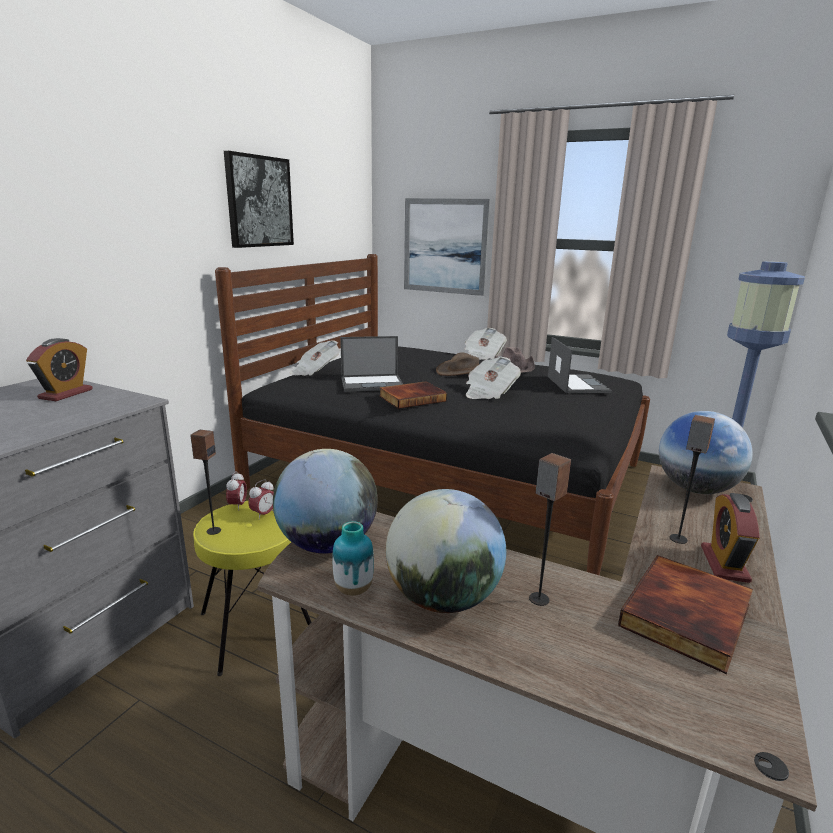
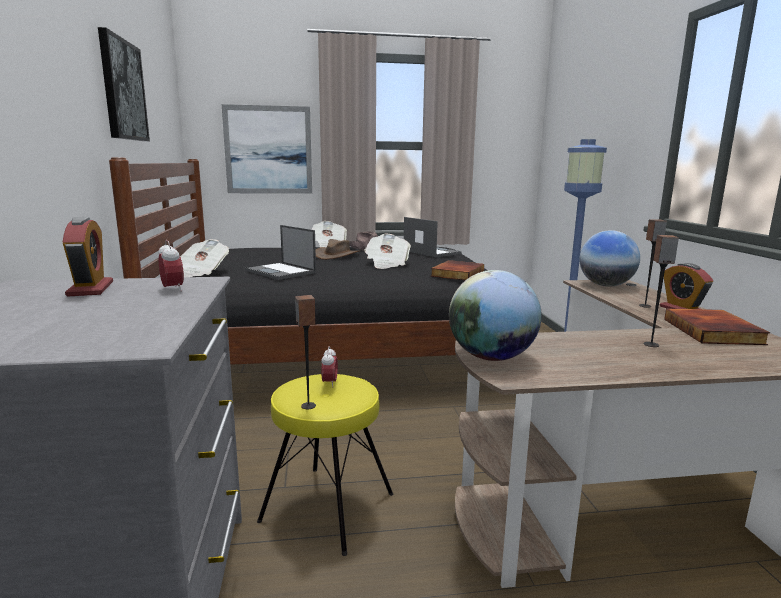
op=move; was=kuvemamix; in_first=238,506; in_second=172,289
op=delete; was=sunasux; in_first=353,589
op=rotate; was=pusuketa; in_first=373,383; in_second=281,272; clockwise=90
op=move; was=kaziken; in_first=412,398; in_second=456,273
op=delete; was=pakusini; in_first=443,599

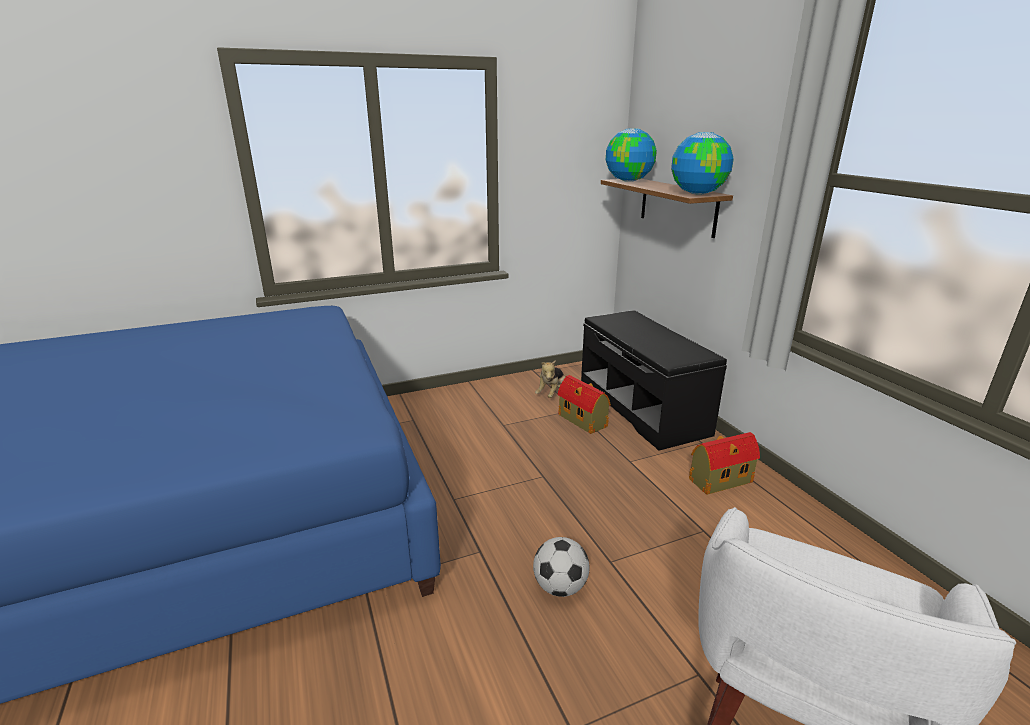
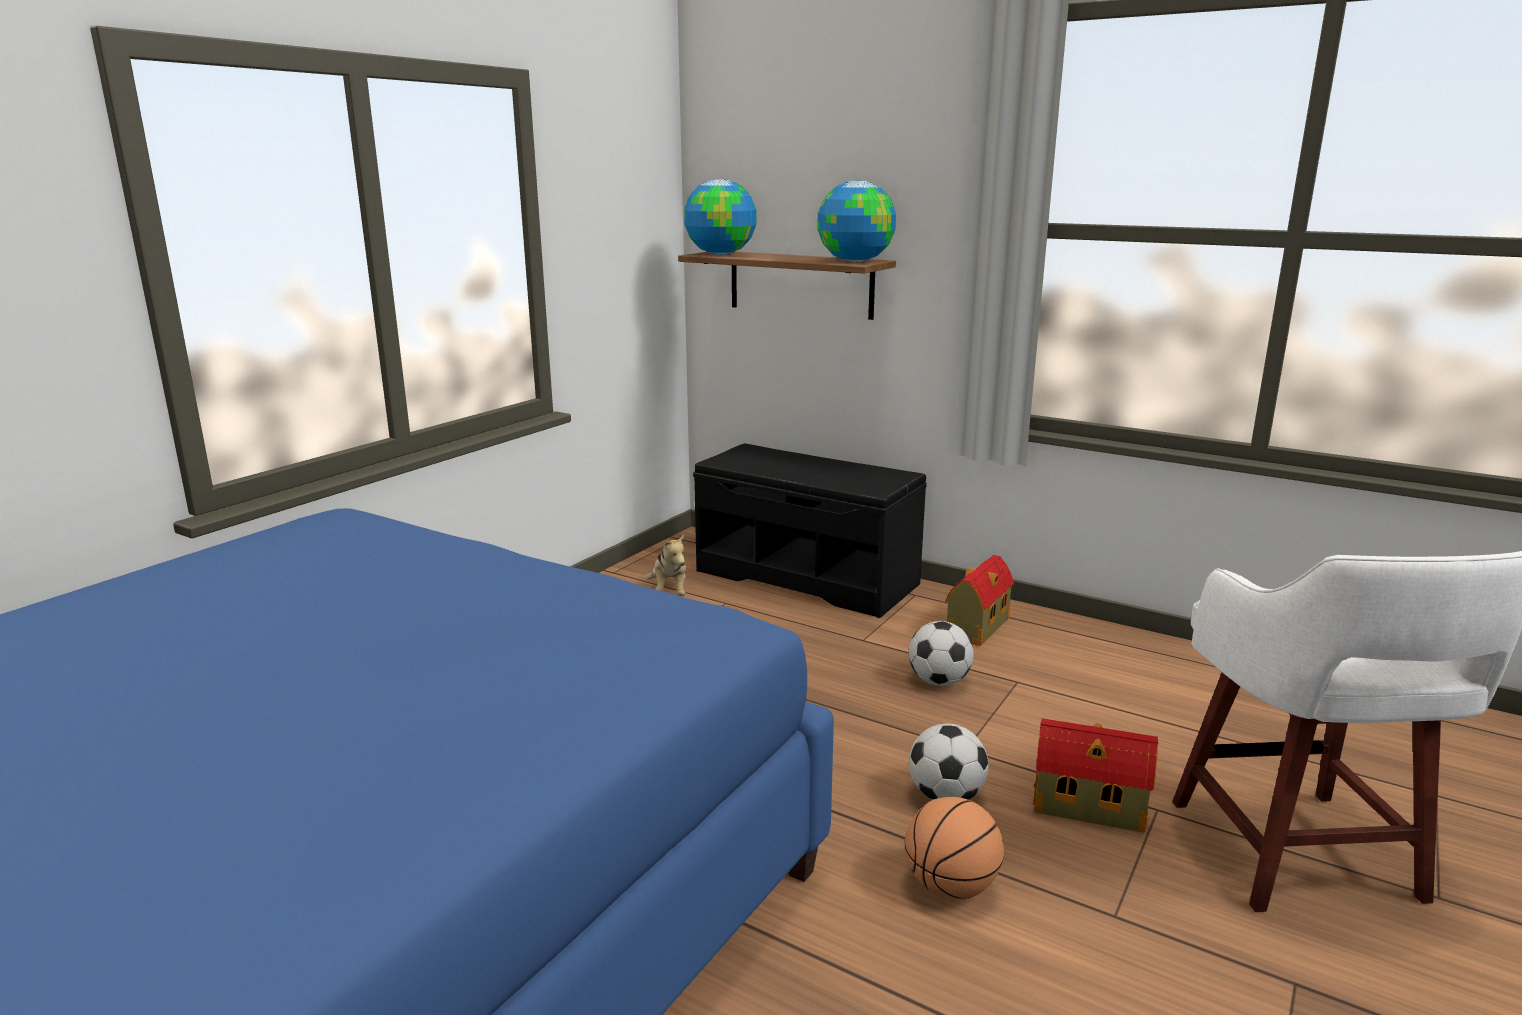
op=move; was=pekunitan; in_first=583,421; in_second=1091,808
op=insert; now=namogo; in_second=950,886
op=insert; now=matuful; in_second=939,681

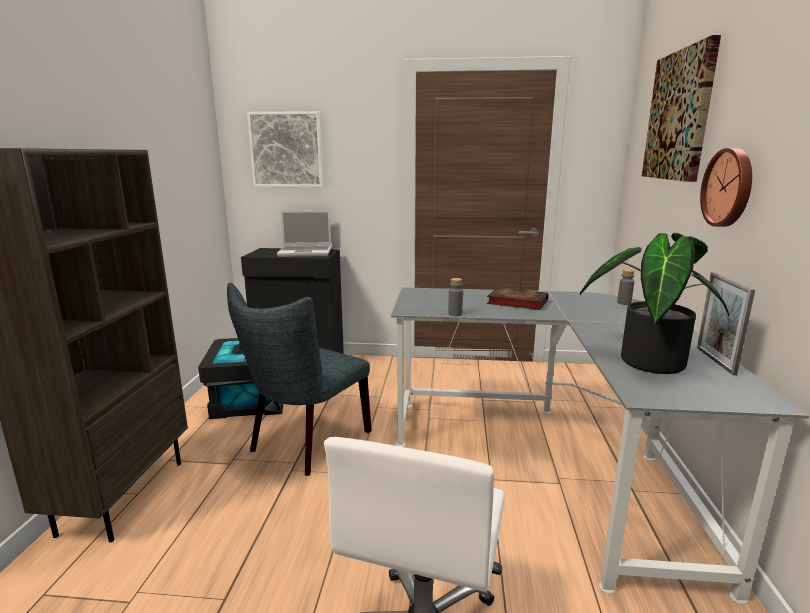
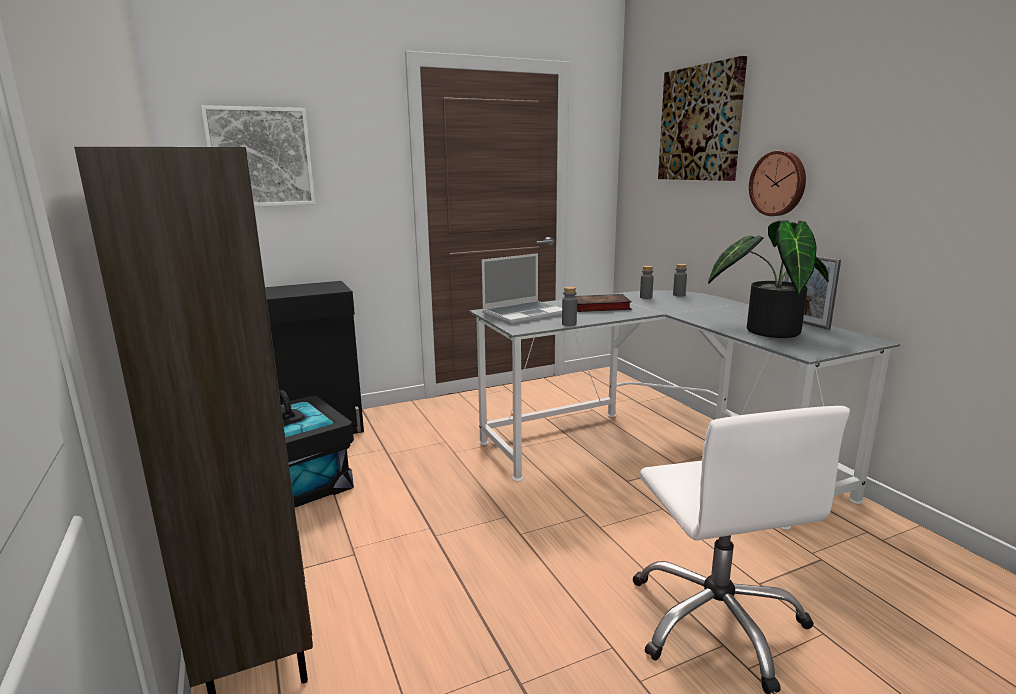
op=delete; was=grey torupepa; in_first=305,443
op=move; was=pusuketa; in_first=306,252; in_second=524,314
op=insert; now=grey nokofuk; in_second=646,297

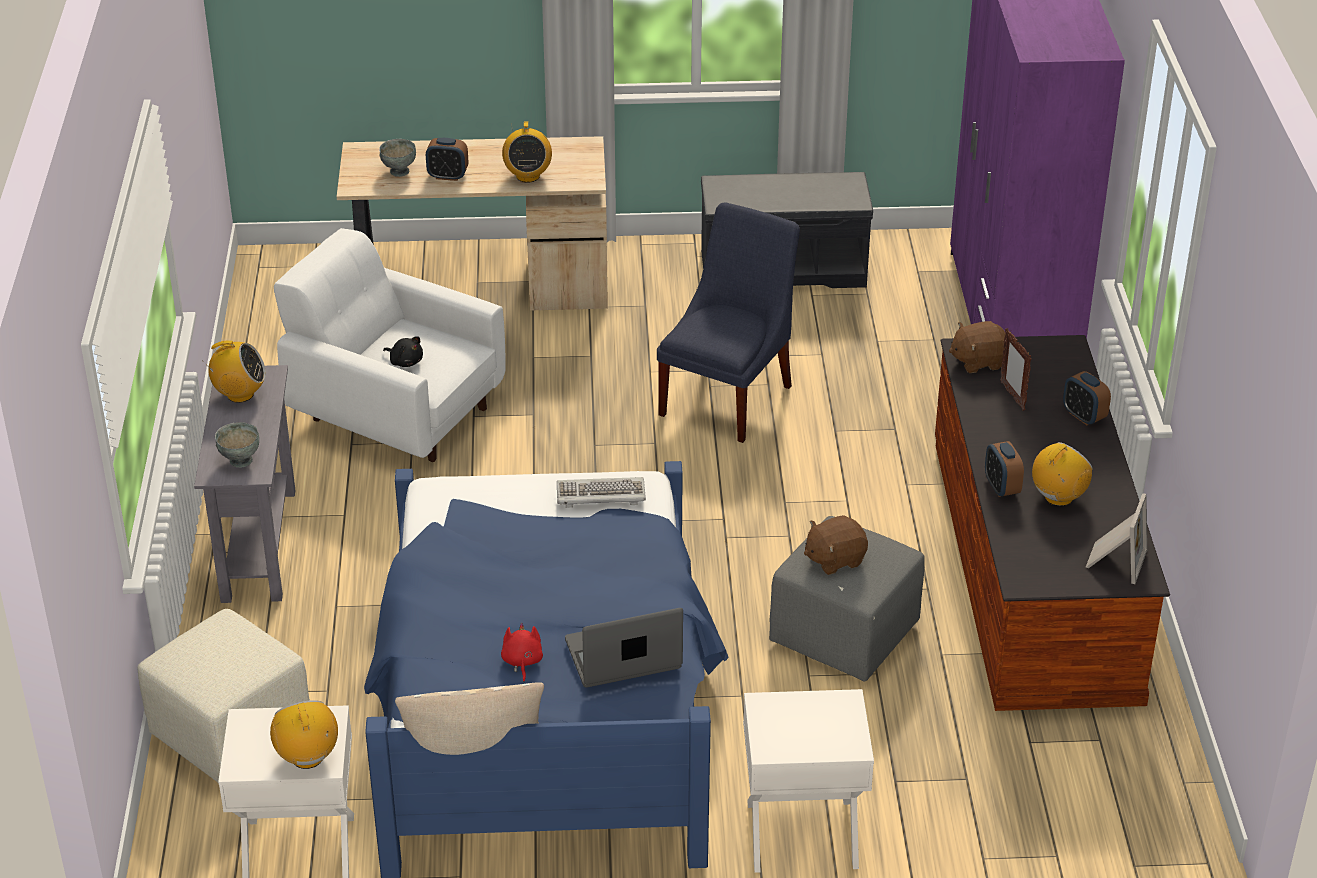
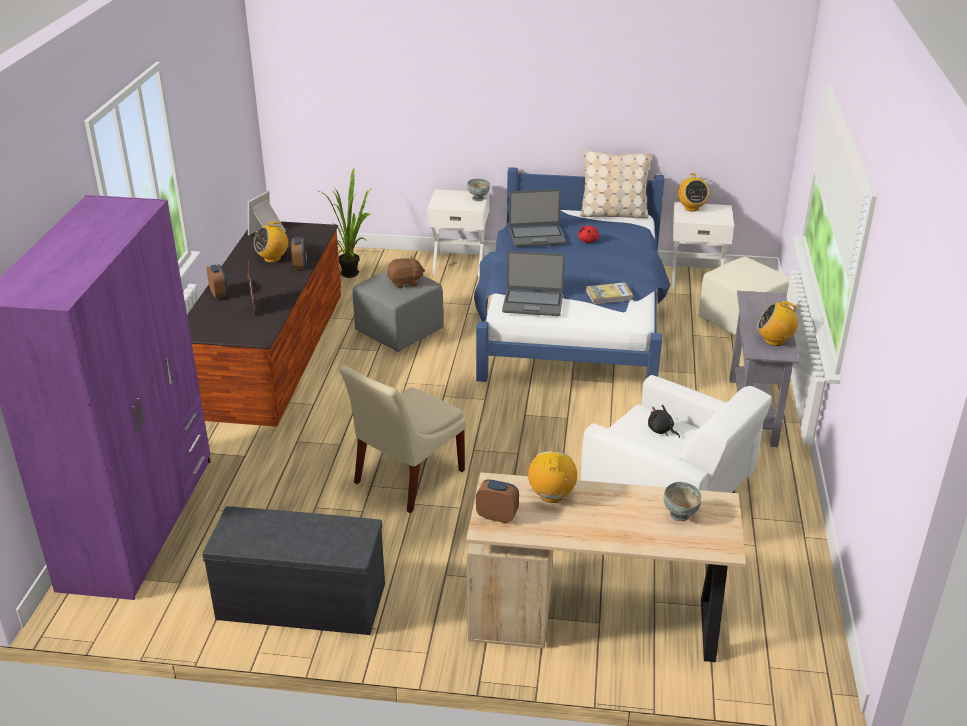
op=move; was=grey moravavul; in_first=240,461; in_second=478,198
op=move; was=kuvemamix; in_first=448,176; in_second=497,516
op=replace; was=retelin; now=pusuketa; in_first=600,495; in_second=533,303
op=recolor; was=blue torupepa; now=beige torupepa; in_first=729,397; in_second=405,478
op=delete; was=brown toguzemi; in_first=978,361
op=insert; now=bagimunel; in_second=353,272
op=insert; now=kaziken; in_second=609,295

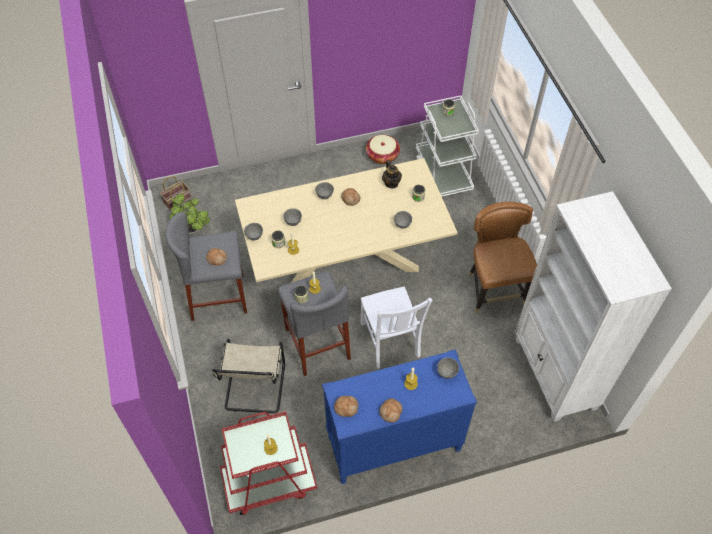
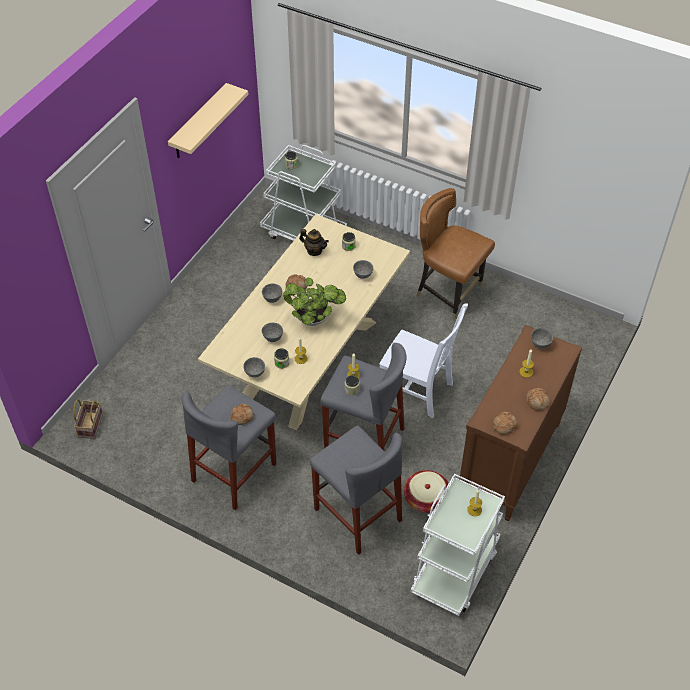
op=move; was=bagimunel; in_first=193,230; in_second=315,319
op=replace; was=beige torupepa; now=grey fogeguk; in_first=254,389; in_second=357,514
op=recolor; was=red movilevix; now=white movilevix; in_first=268,482; in_second=454,570
op=recolor; was=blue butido; now=brown butido; in_first=393,444; in_second=510,461
op=move; was=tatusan; in_first=382,155; in_second=426,498
op=delete; was=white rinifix; in_first=554,374
op=insert; now=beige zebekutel; in_second=199,122

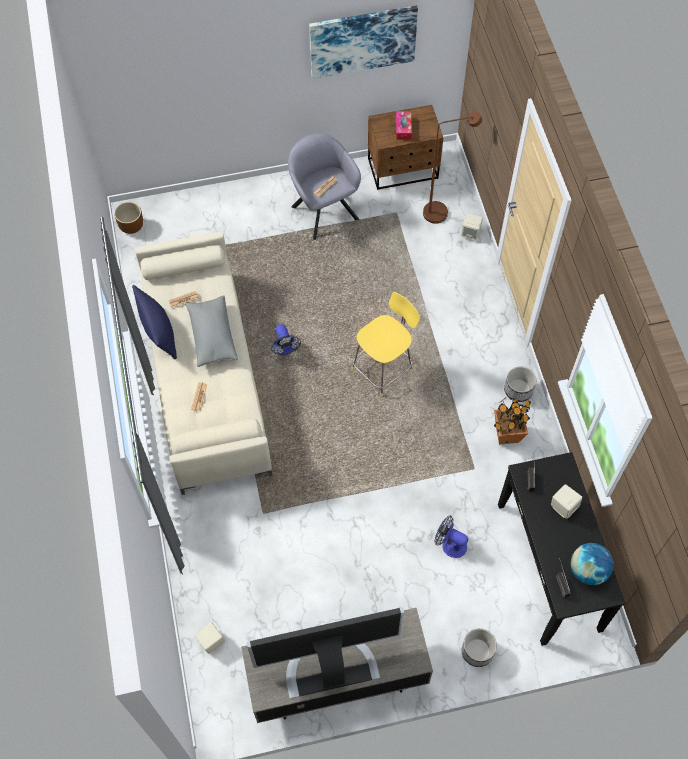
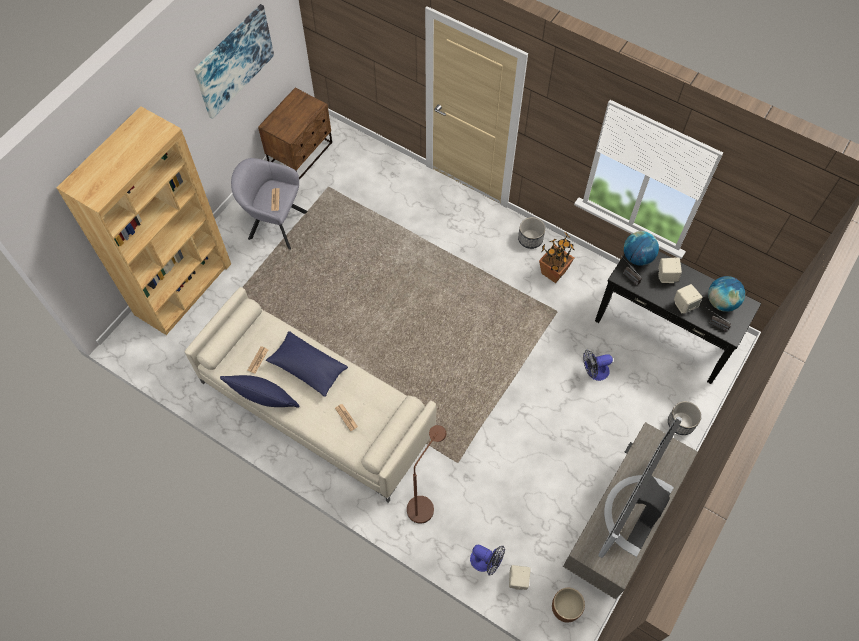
op=move; was=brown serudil; in_first=131,226; in_second=565,608
op=recolor; was=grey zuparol; now=blue zuparol; in_first=212,336; in_second=308,368
op=move; was=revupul; in_first=285,350; in_second=486,562
op=delete; was=yellow fogeguk; in_first=383,368
op=delete; was=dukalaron; in_first=403,128
op=move; was=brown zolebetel; in_first=442,212; in_second=424,503
op=move; was=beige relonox; in_first=471,233; in_second=684,305
op=insert; now=brown rinifix; in_second=183,288
op=insert; now=pakusini; in_second=637,257

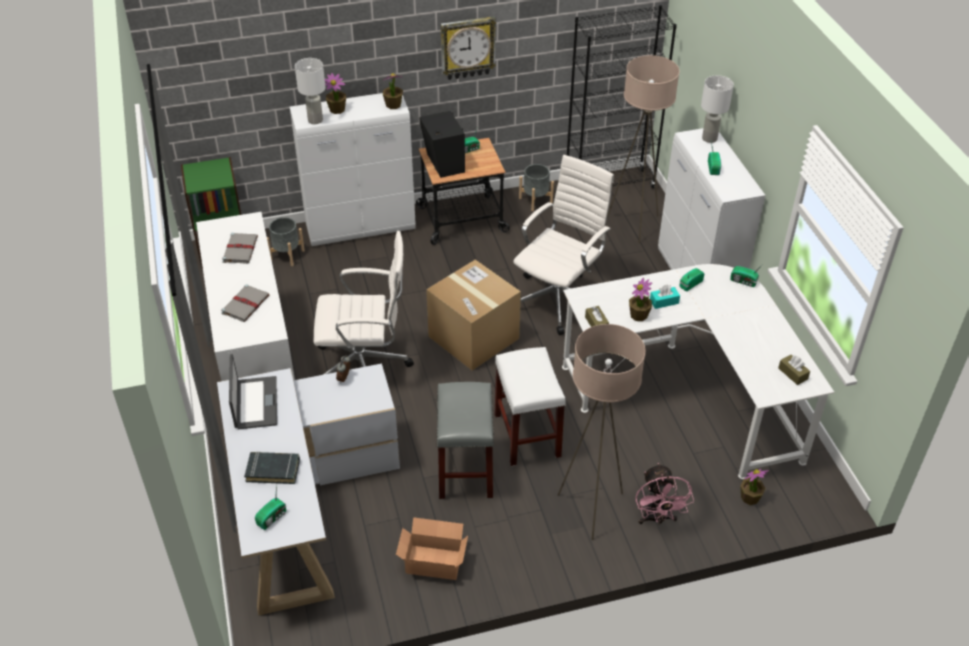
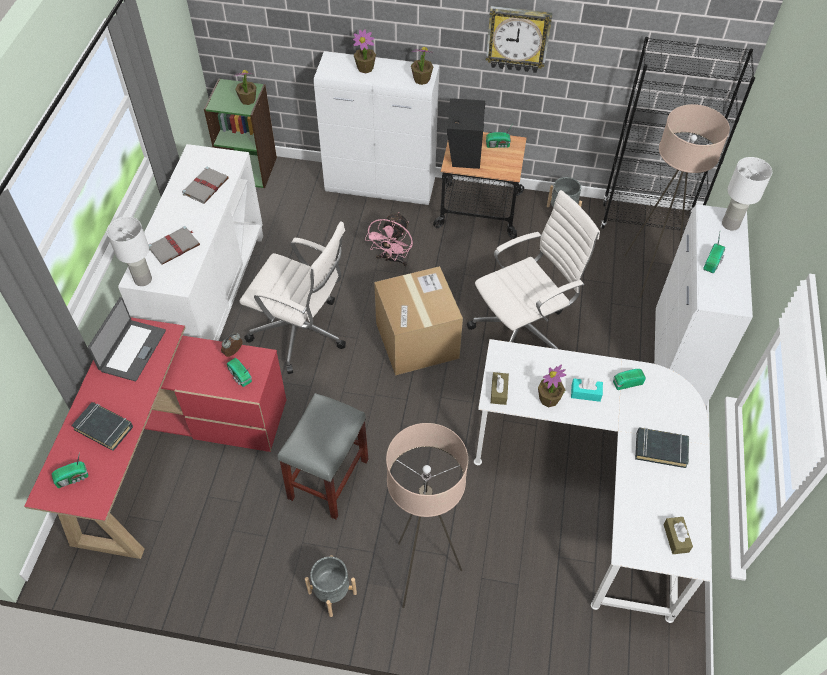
op=recolor; was=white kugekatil; now=red kugekatil; in_first=303,505; in_second=168,452
op=move; was=grey serudil; in_first=287,255; in_second=332,593
op=move; was=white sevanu; in_first=315,120; in_second=143,280
op=delete; was=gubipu; in_first=433,560
op=delete; was=white fogeguk; in_first=526,435
op=move; was=pink revupul; in_first=657,519; in_second=392,259
op=move; was=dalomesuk; in_first=744,282; in_second=240,377
op=move; was=bagimunel; in_first=750,498; in_second=247,100
op=insert; now=black kaziken; in_second=661,449

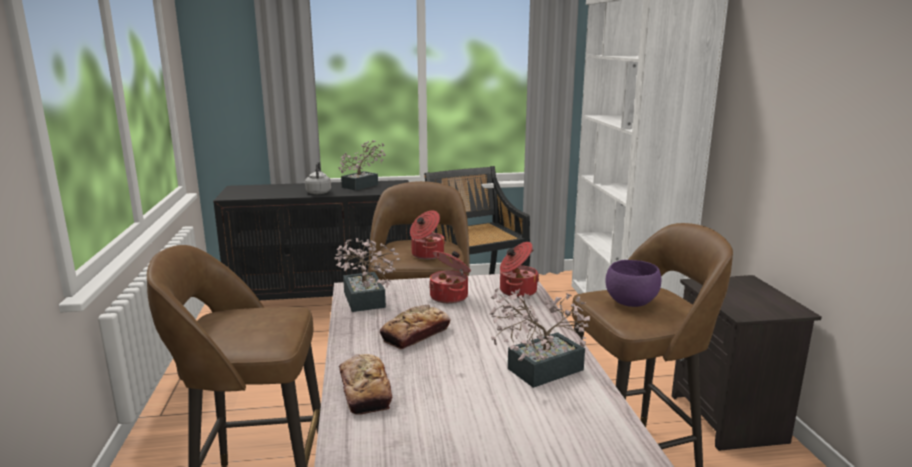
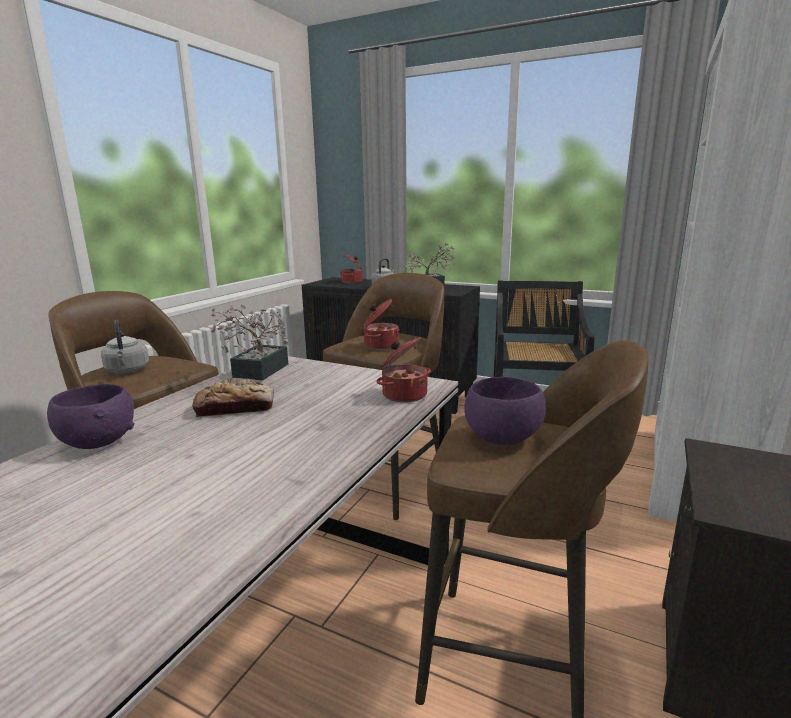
op=replace; was=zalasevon; now=purple moravavul; in_first=365,391; in_second=98,442
op=move; was=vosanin; in_first=450,297; in_second=352,282
op=delete; was=bagimunel; in_first=537,371
op=insert; now=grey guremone; in_second=127,371

